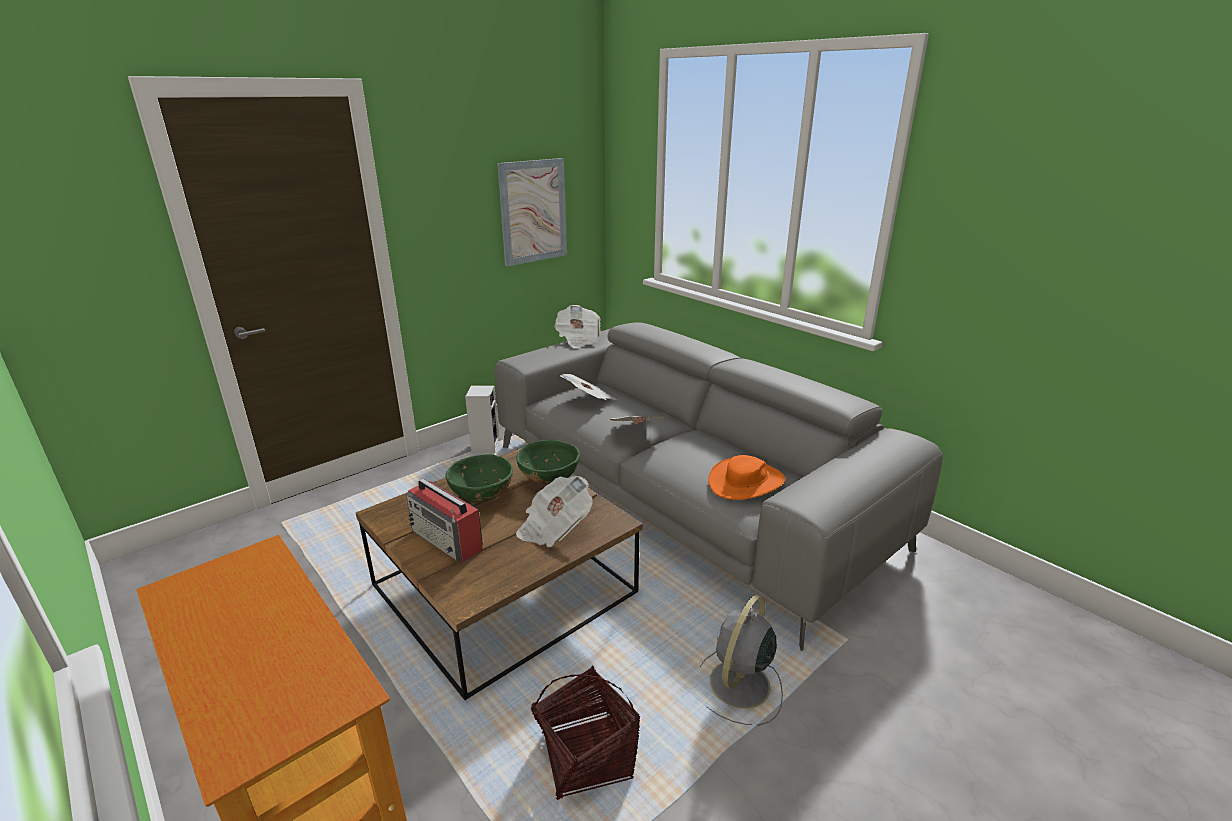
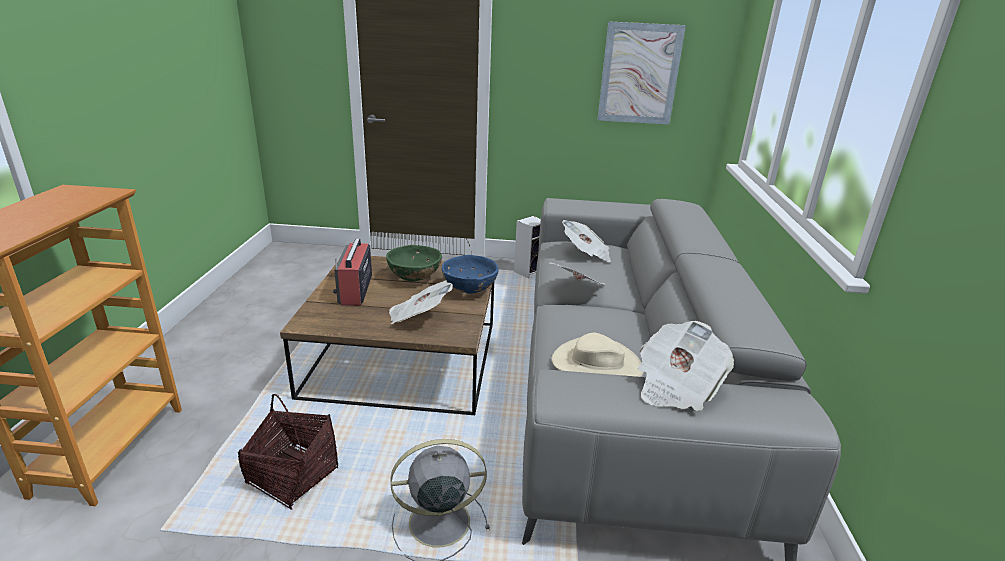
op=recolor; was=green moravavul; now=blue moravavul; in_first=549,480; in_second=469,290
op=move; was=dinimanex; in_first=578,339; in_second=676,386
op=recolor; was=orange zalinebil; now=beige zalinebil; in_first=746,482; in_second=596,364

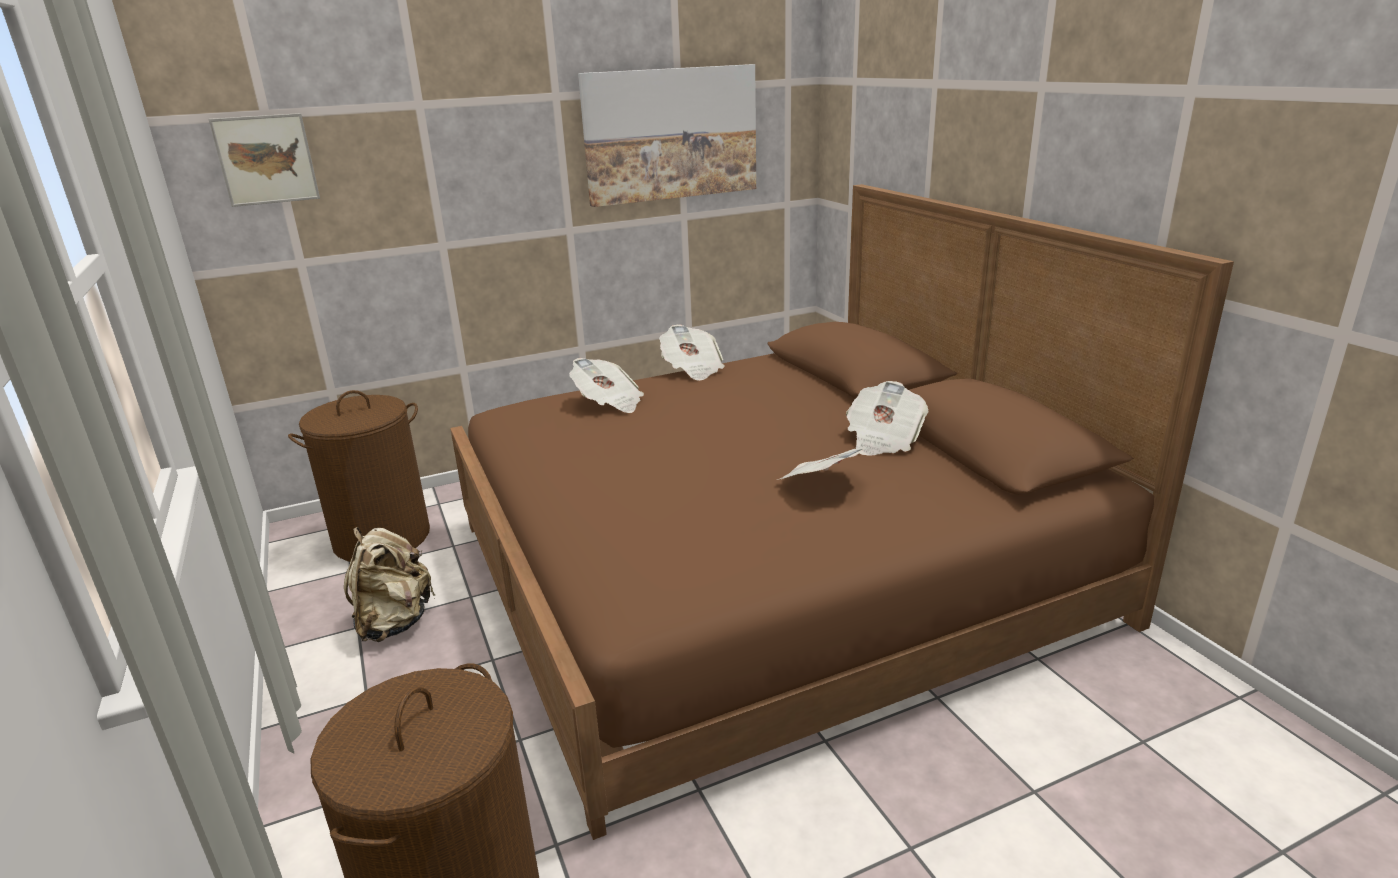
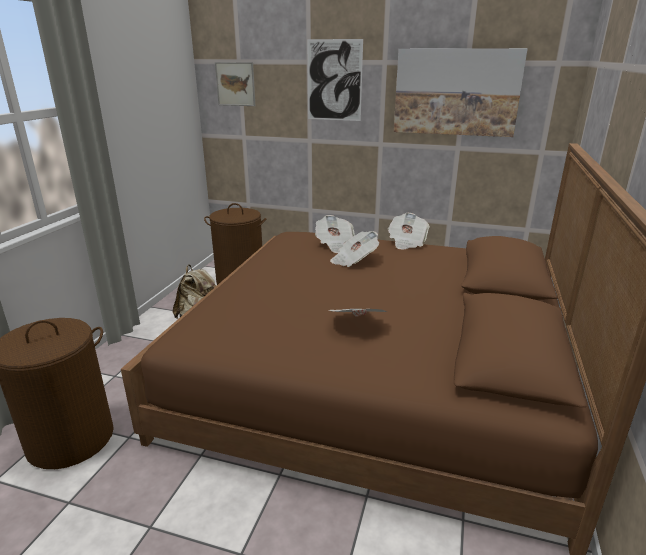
op=move; was=dinimanex; in_first=883,440; in_second=354,260
op=insert; now=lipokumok; in_second=334,80

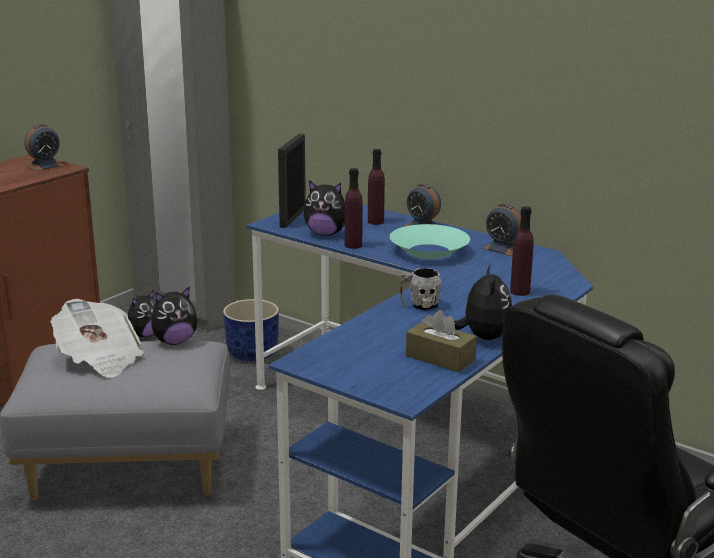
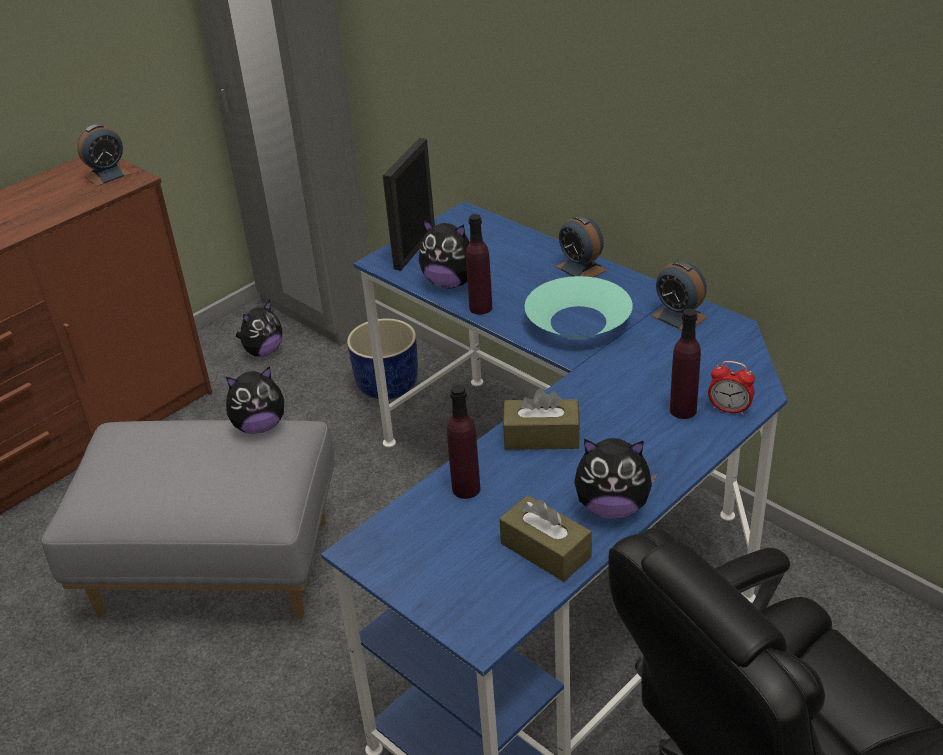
op=delete; was=dinimanex; in_first=99,359
op=move; was=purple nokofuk; in_first=375,222; in_second=466,488
op=replace; was=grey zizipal; now=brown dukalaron; in_first=419,305; in_second=541,437
op=rotate; was=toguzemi; in_first=483,337; in_second=612,507; clockwise=90
op=insert; now=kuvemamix; in_second=729,409

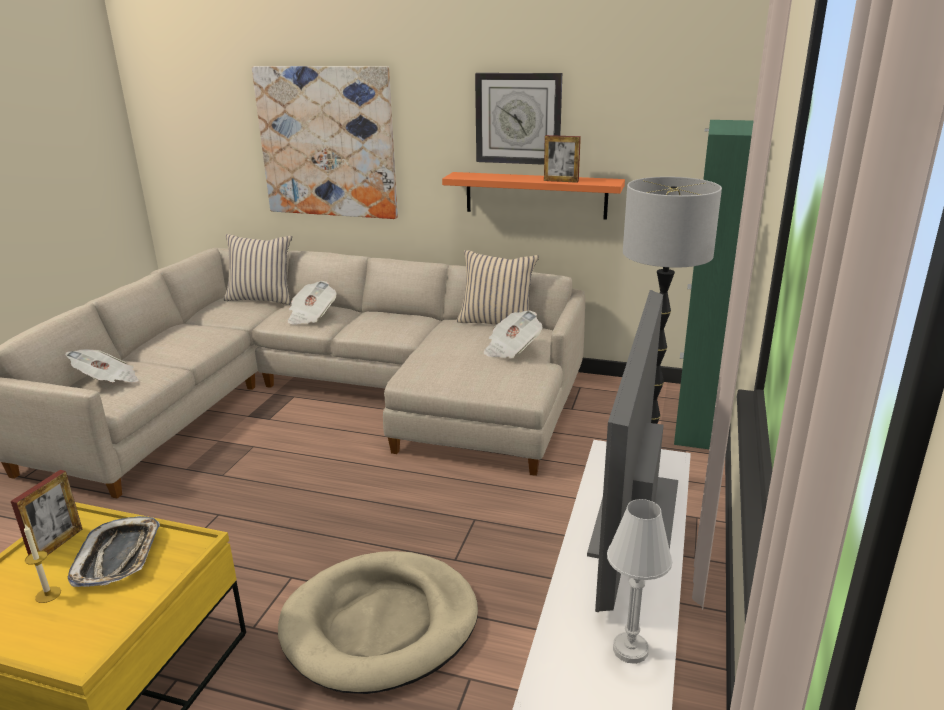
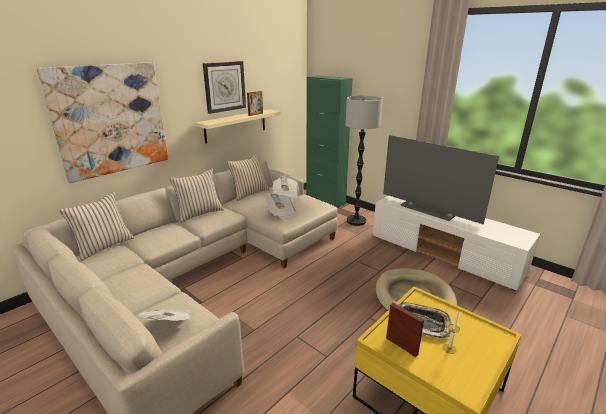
op=move; was=dinimanex; in_first=311,316; in_second=281,214
op=recolor; was=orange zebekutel; now=beige zebekutel; in_first=535,195; in_second=236,125
op=delete; was=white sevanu; in_first=630,649
op=insert; now=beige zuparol; in_second=199,213

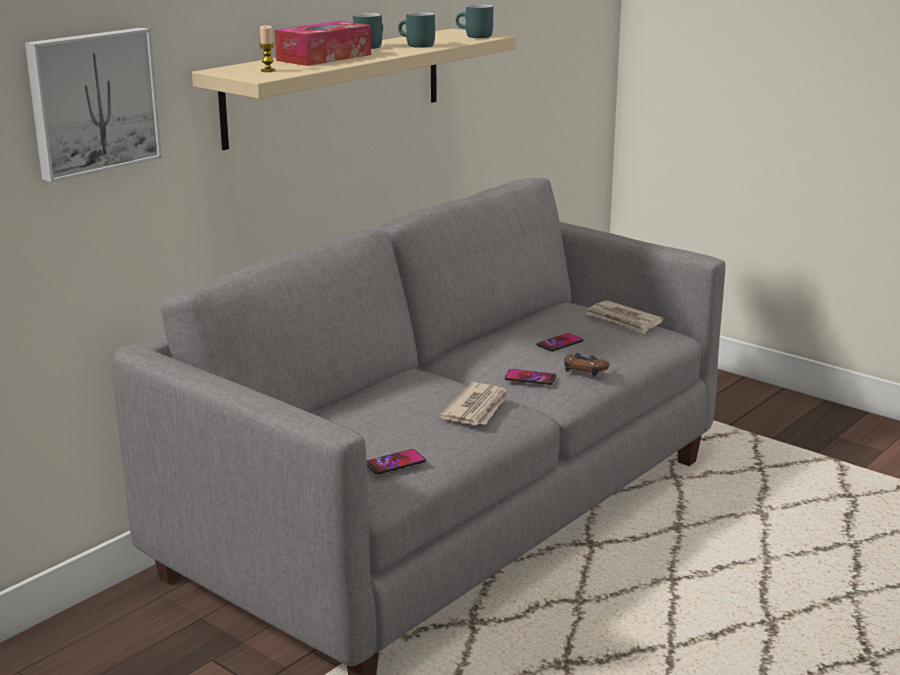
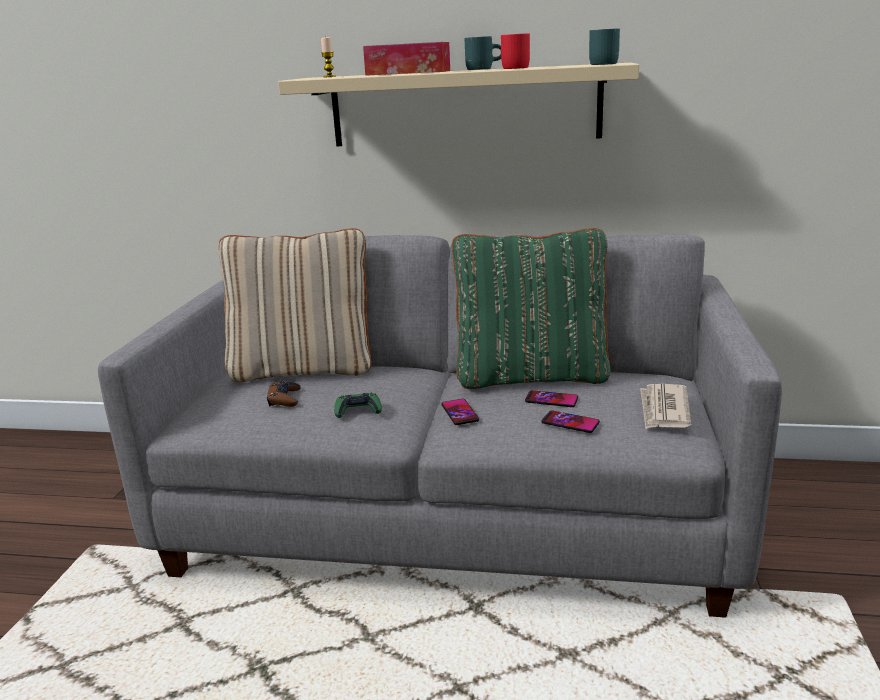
op=delete; was=lipokumok; in_first=92,102
op=move; was=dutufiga; in_first=395,463; in_second=570,423
op=recolor; was=turquoise zizipal; now=red zizipal; in_first=415,45; in_second=513,68
op=replace; was=dinimanex; now=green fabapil; in_first=477,408; in_second=358,410
op=move; was=brown fabapil; in_first=584,369; in_second=284,399
op=insert; now=beige zuparol; in_second=303,369
op=insert; now=green zuparol; in_second=531,376

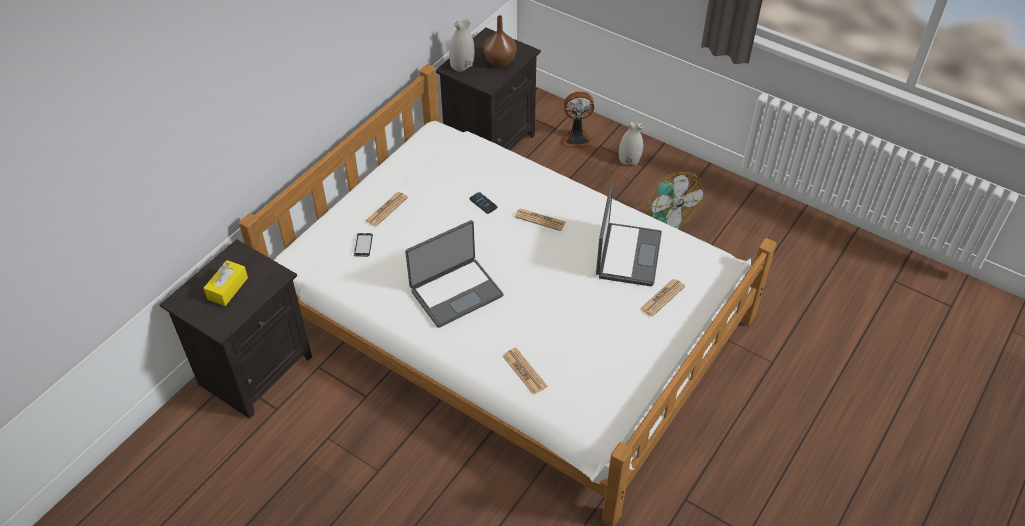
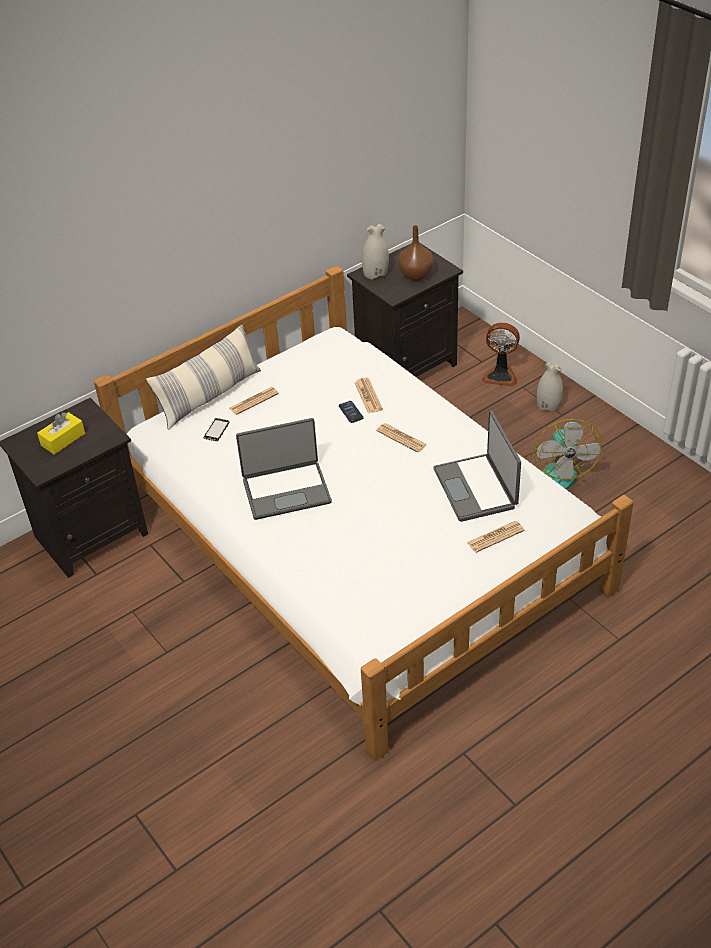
op=move; was=dinimanex; in_first=524,371; in_second=368,396
op=rotate; was=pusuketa; in_first=627,255; in_second=476,488; clockwise=135
op=insert; now=zuparol; in_second=210,396

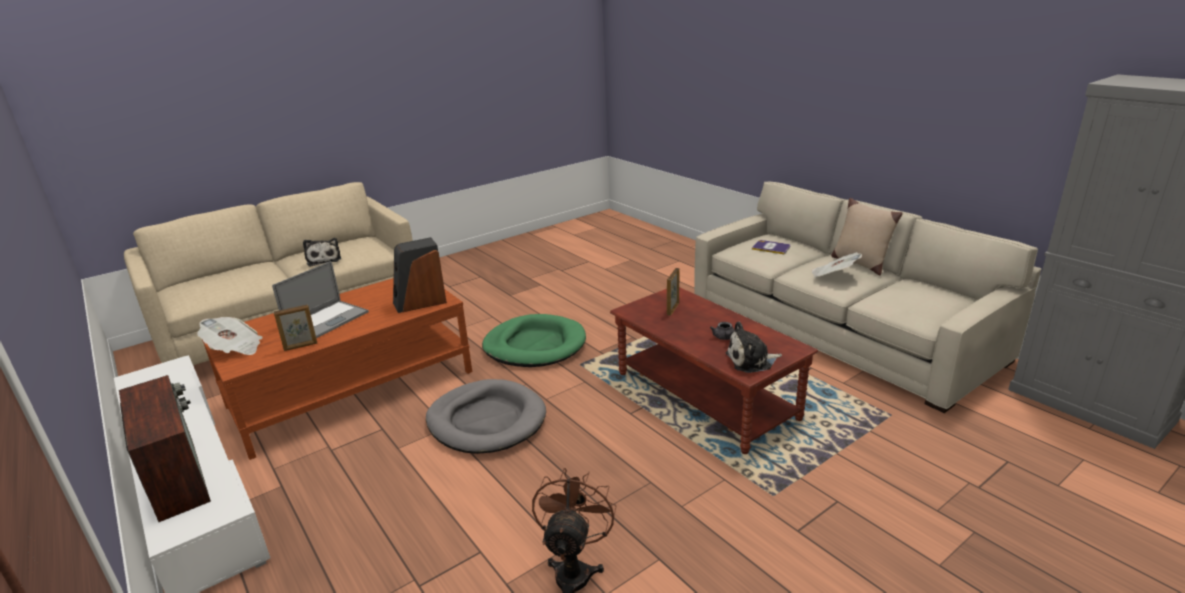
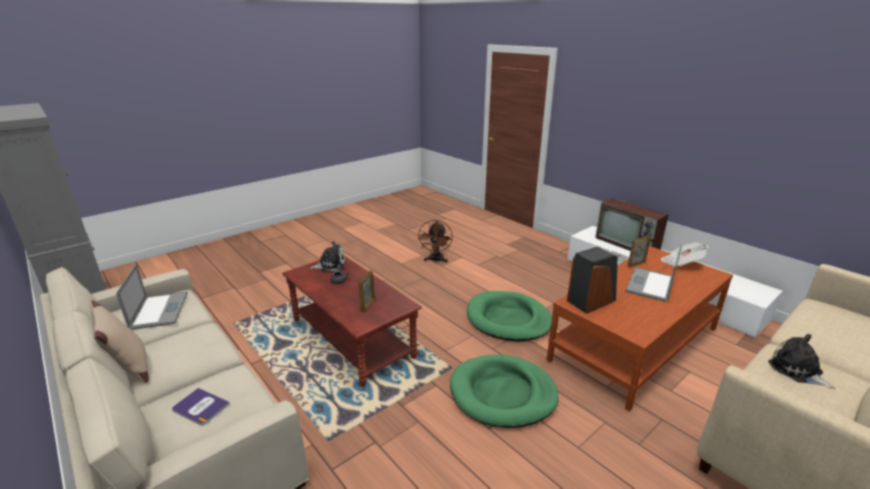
op=recolor; was=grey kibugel; now=green kibugel; in_first=486,420; in_second=508,319
op=delete; was=dinimanex; in_first=833,276
op=insert; now=pusuketa; in_second=159,310

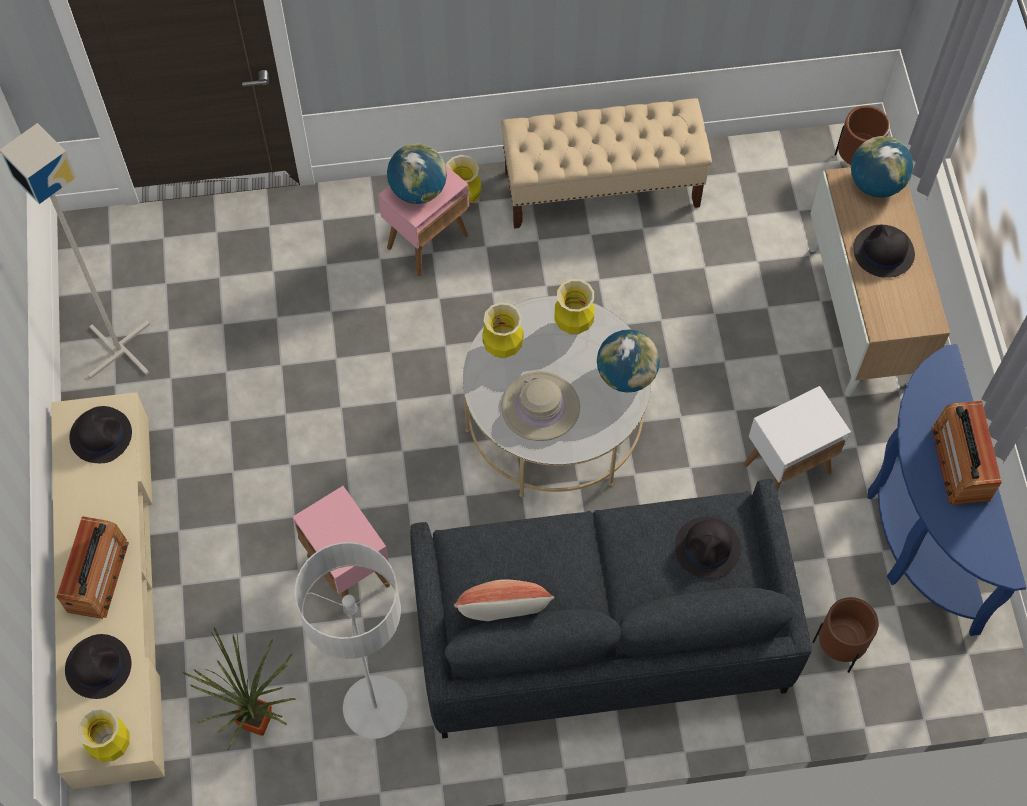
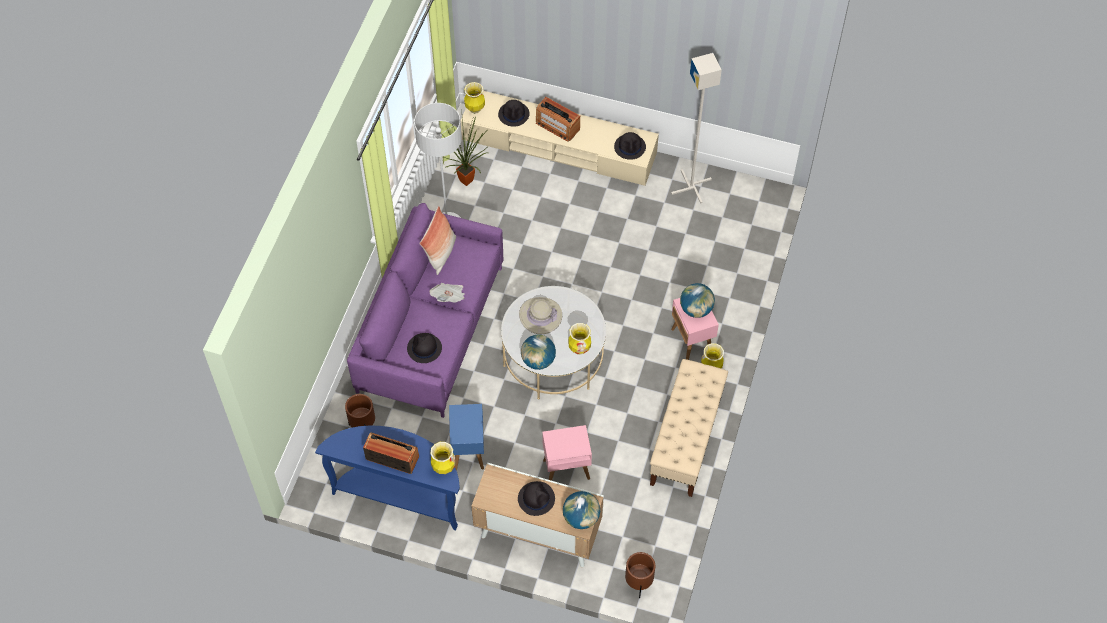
op=move; was=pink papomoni; in_first=349,571; in_second=566,469
op=recolor; was=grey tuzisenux; now=purple tuzisenux; in_first=601,632; in_second=430,329
op=move; was=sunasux; in_first=503,349; in_second=443,468
op=recolor; was=white papomoni; now=blue papomoni; in_first=788,468; in_second=468,451
op=insert; now=dinimanex; in_second=449,297

